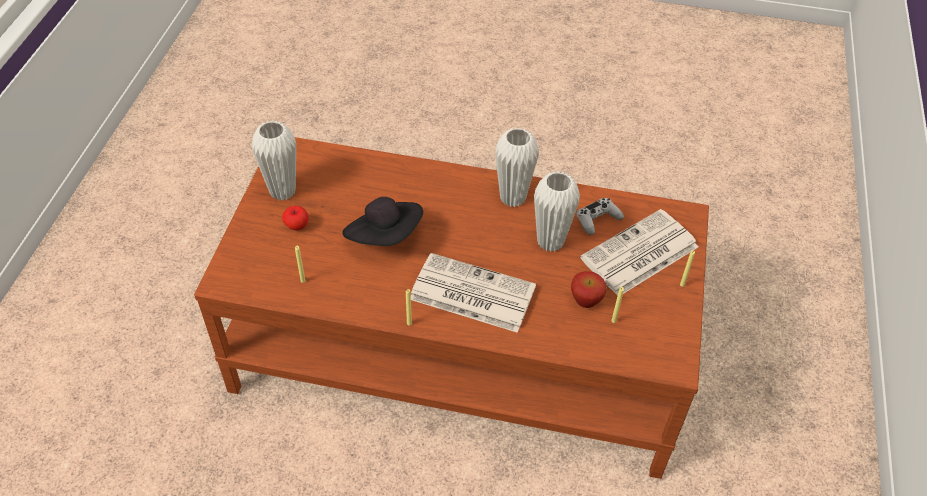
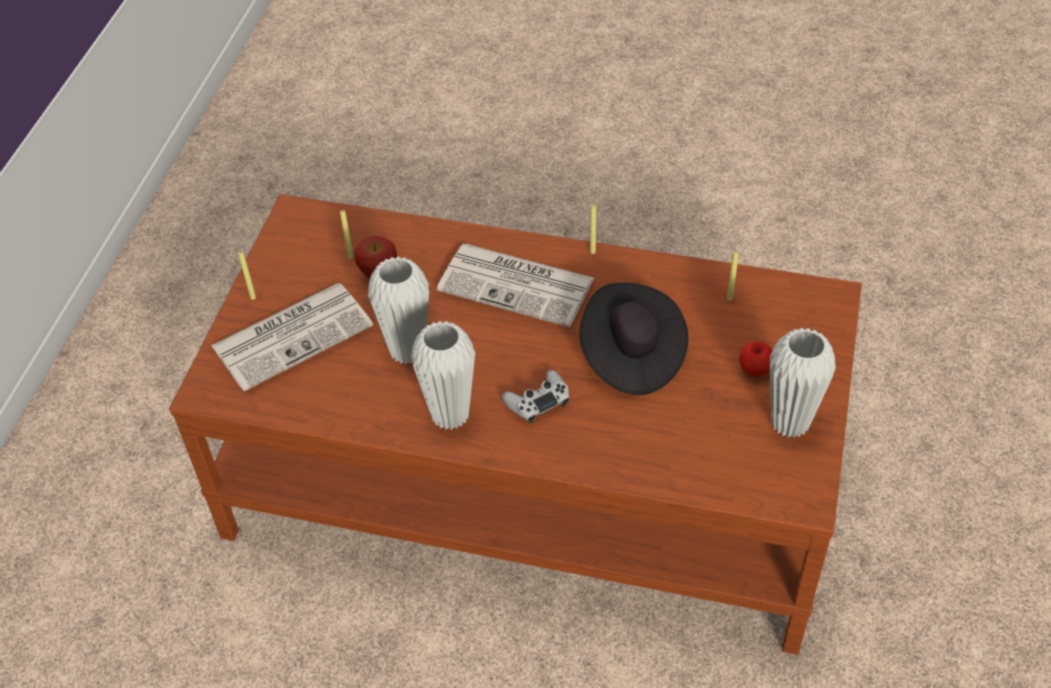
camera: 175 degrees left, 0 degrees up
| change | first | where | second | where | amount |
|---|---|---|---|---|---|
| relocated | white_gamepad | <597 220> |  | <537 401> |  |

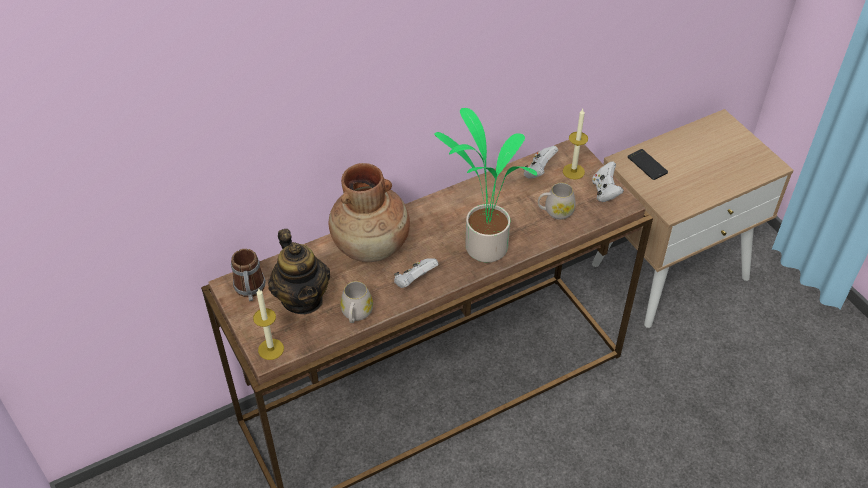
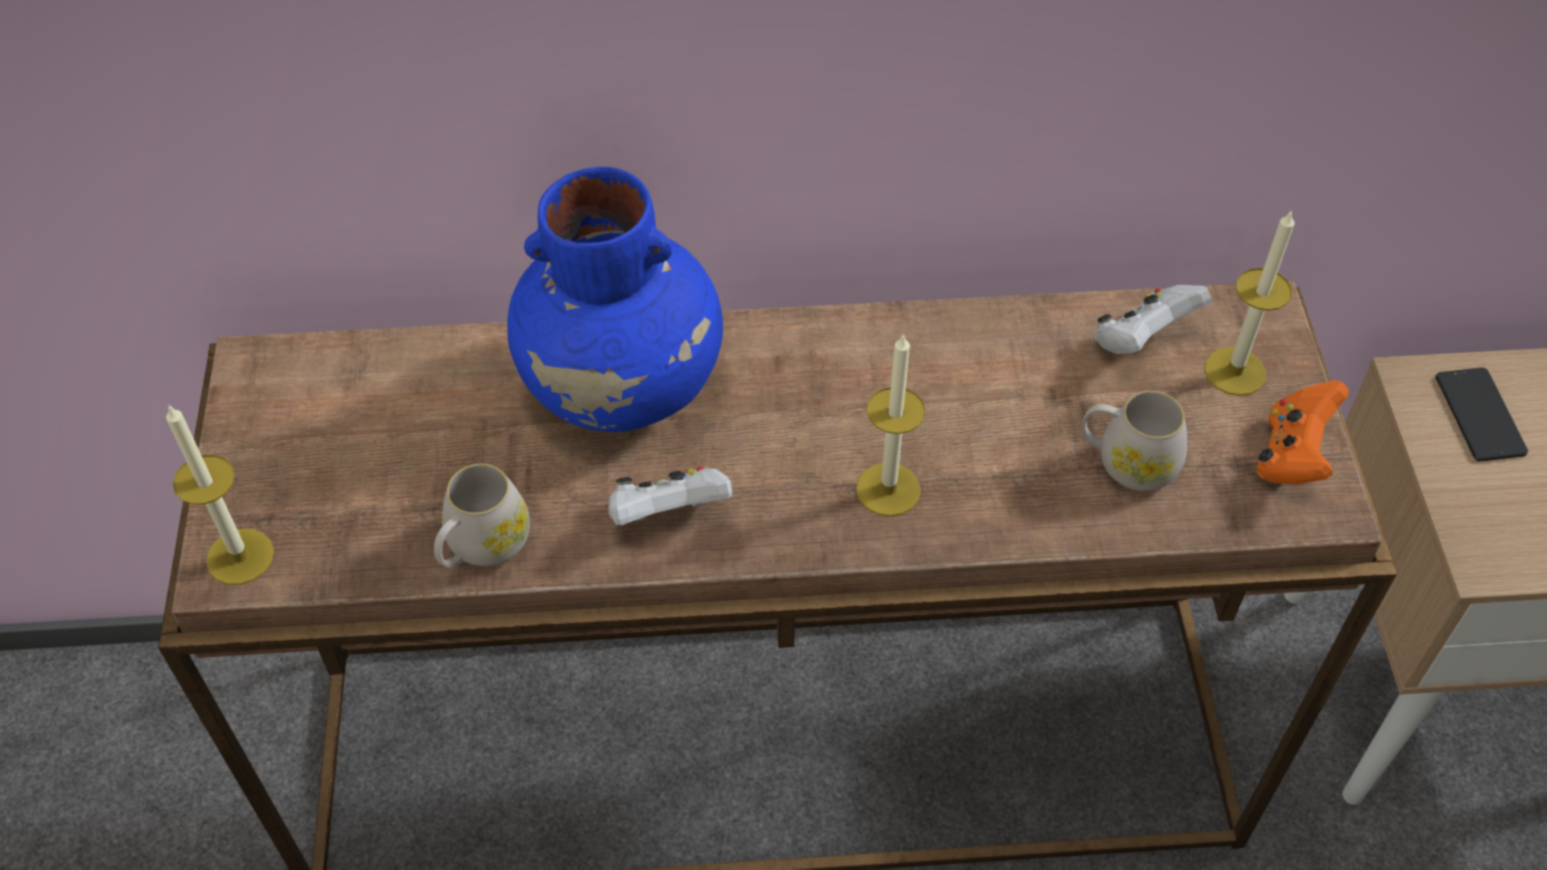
camera: 25 degrees right, 5 degrees up
| change | first | where | second | where | amount |
|---|---|---|---|---|---|
| missing | tea_mug | <250 291> |  |  |  |
| missing | pot_for_tea | <302 298> |  |  |  |
| exchanged | houseplant | <483 247> | wax_light | <888 489> |  |
| colour | brown-coloured_flower_vase | <372 245> | bluish_flower_vase | <623 385> |  |
| colour | white_gamepad | <605 191> | orange-coloured_gamepad | <1292 455> |  |

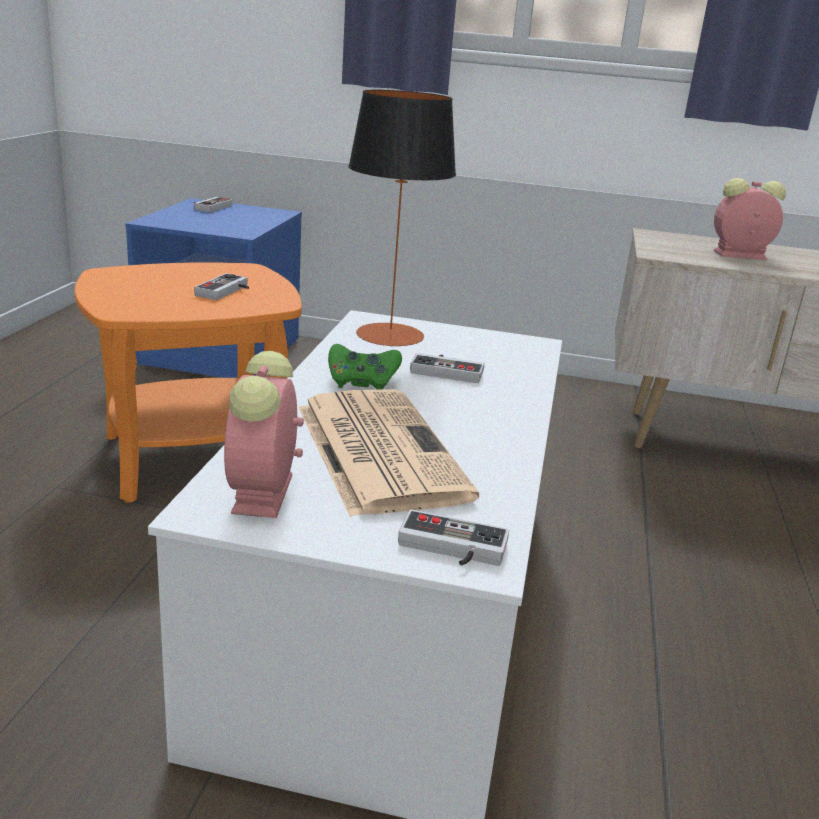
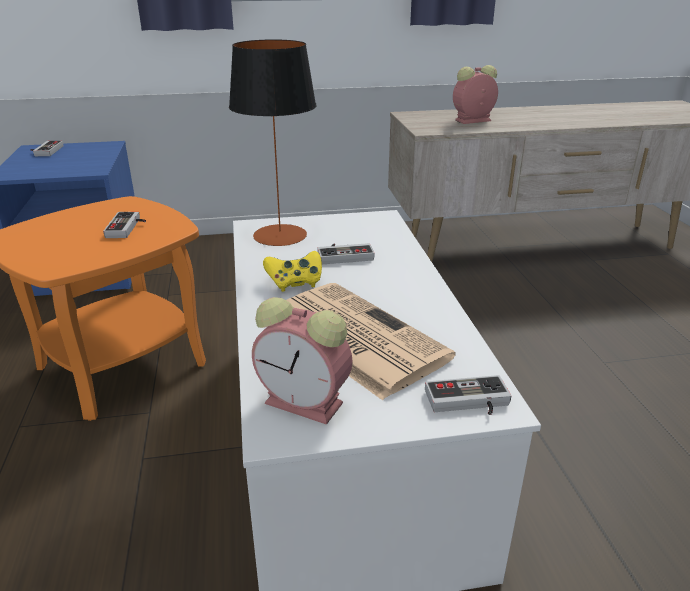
camera: 20 degrees left, 5 degrees up
| change | first | where | second | where | amount |
|---|---|---|---|---|---|
| colour | green-coloured_gamepad | <361 383> | yellow-coloured_gamepad | <295 283> |  |
| spun | table_clock | <263 495> |  | <307 403> | 45 degrees counterclockwise |

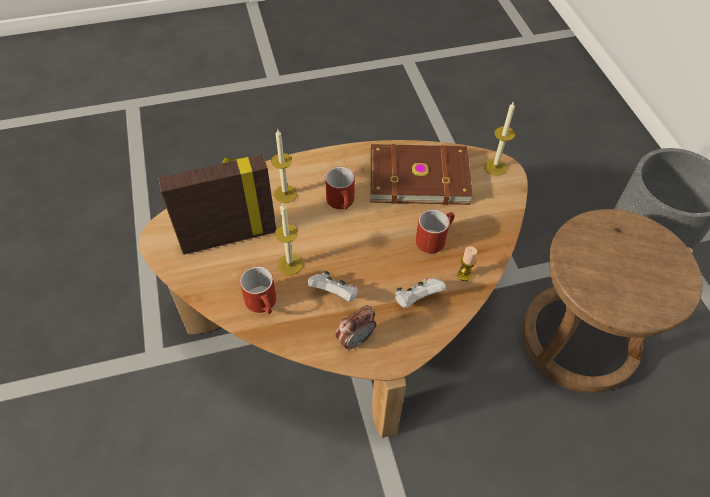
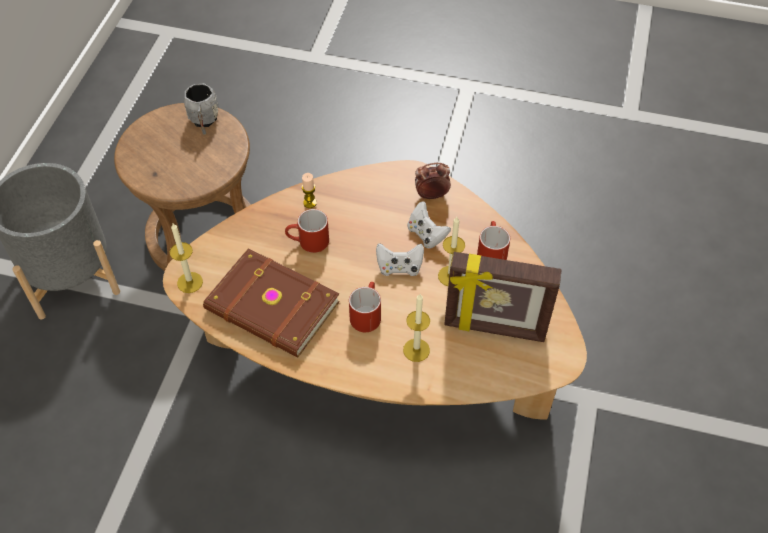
camera: 150 degrees left, 0 degrees up
| change | first | where | second | where | amount |
|---|---|---|---|---|---|
| appeared |  |  | greyish_tea_mug | <204 122> |  |
| relocated | white_gamepad | <416 299> |  | <399 267> |  |

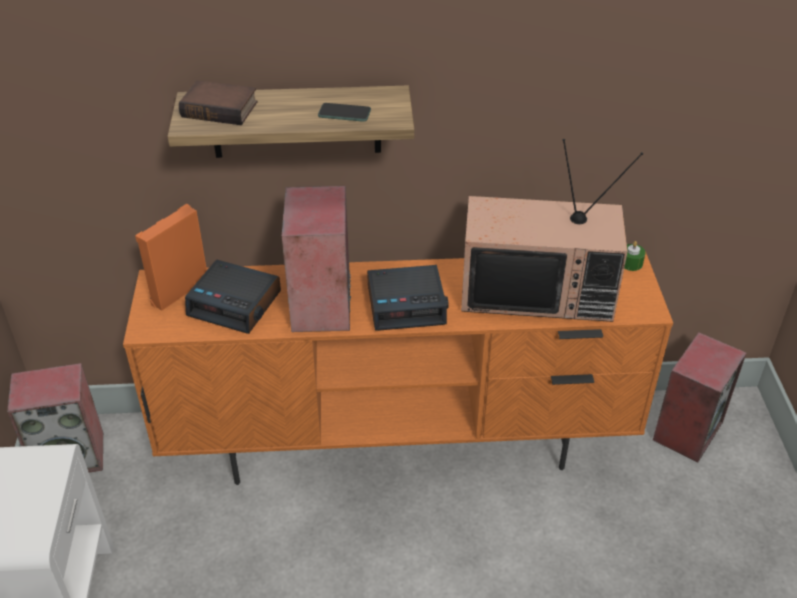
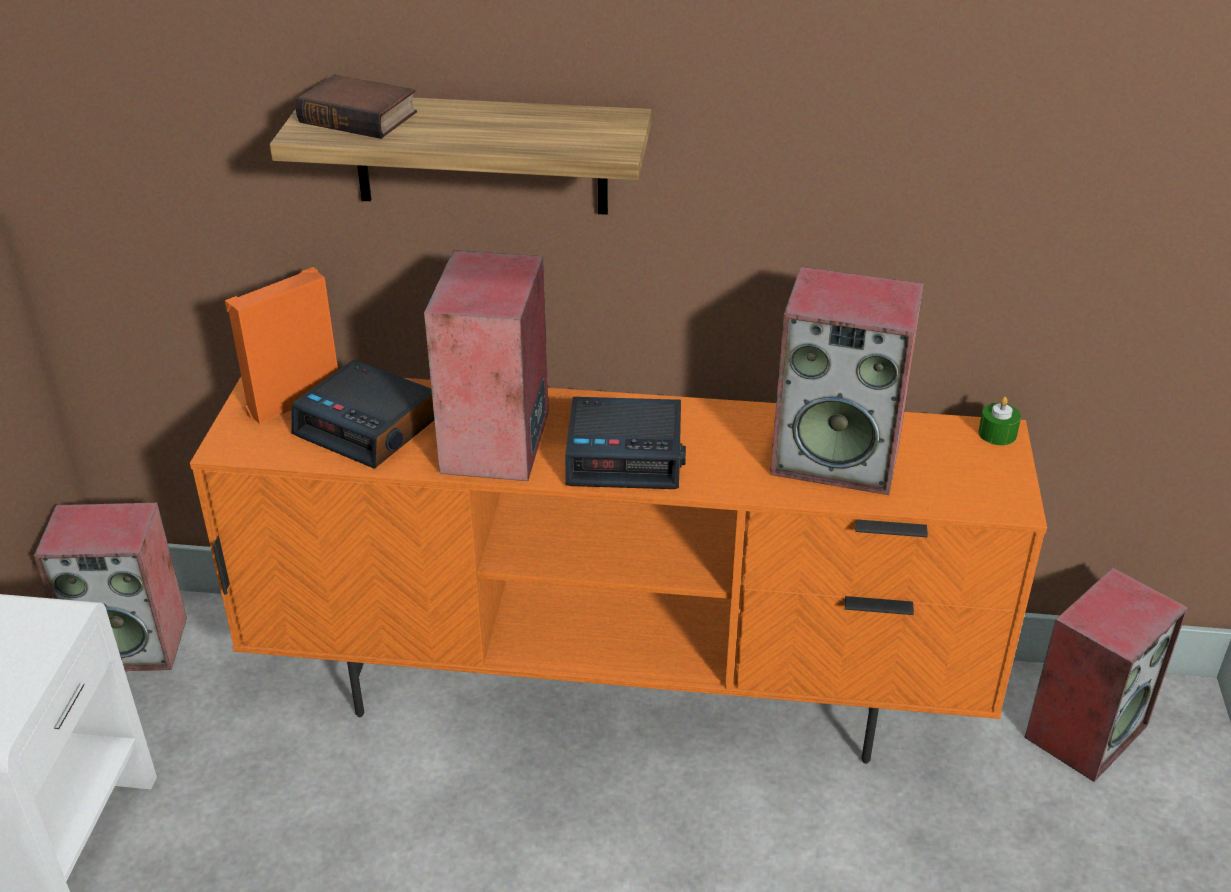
camera: 10 degrees right, 5 degrees down
| change | first | where | second | where | amount |
|---|---|---|---|---|---|
| missing | telephone | <344 113> |  |  |  |
| exchanged | TV_set | <538 290> | audio_speaker | <838 457> |  |

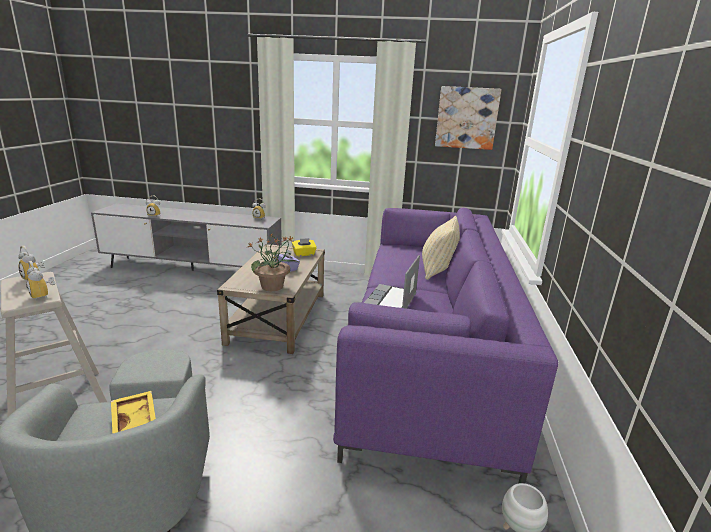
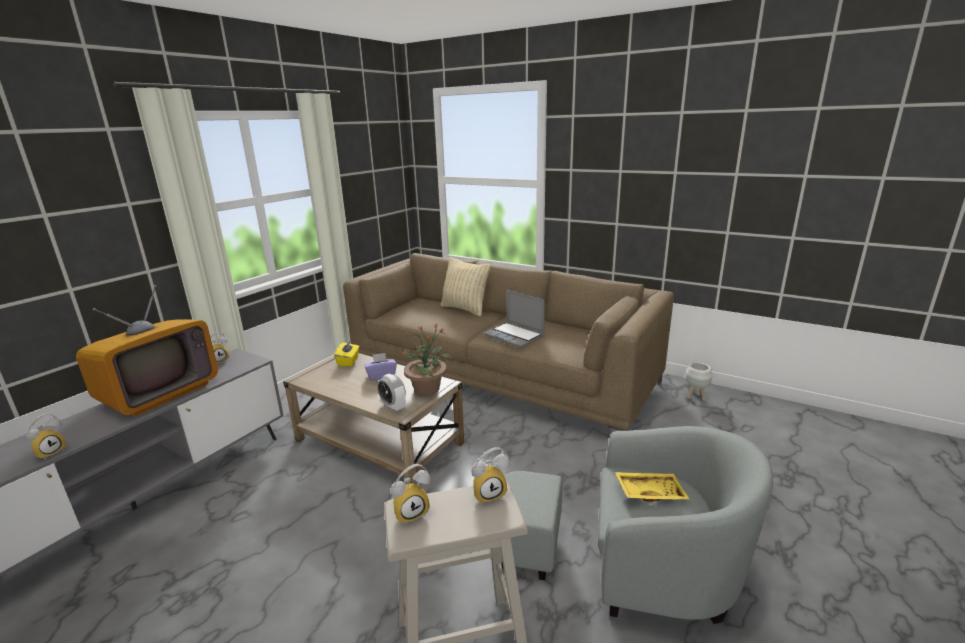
camera: 65 degrees left, 0 degrees up
| change | first | where | second | where | amount |
|---|---|---|---|---|---|
| missing | picture | <466 118> |  |  |  |
| appeared |  |  | TV_set | <159 393> |  |
| appeared |  |  | table_clock | <393 407> |  |
| colour | purple-coloured_settee | <427 349> | brown-coloured_settee | <499 374> |  |

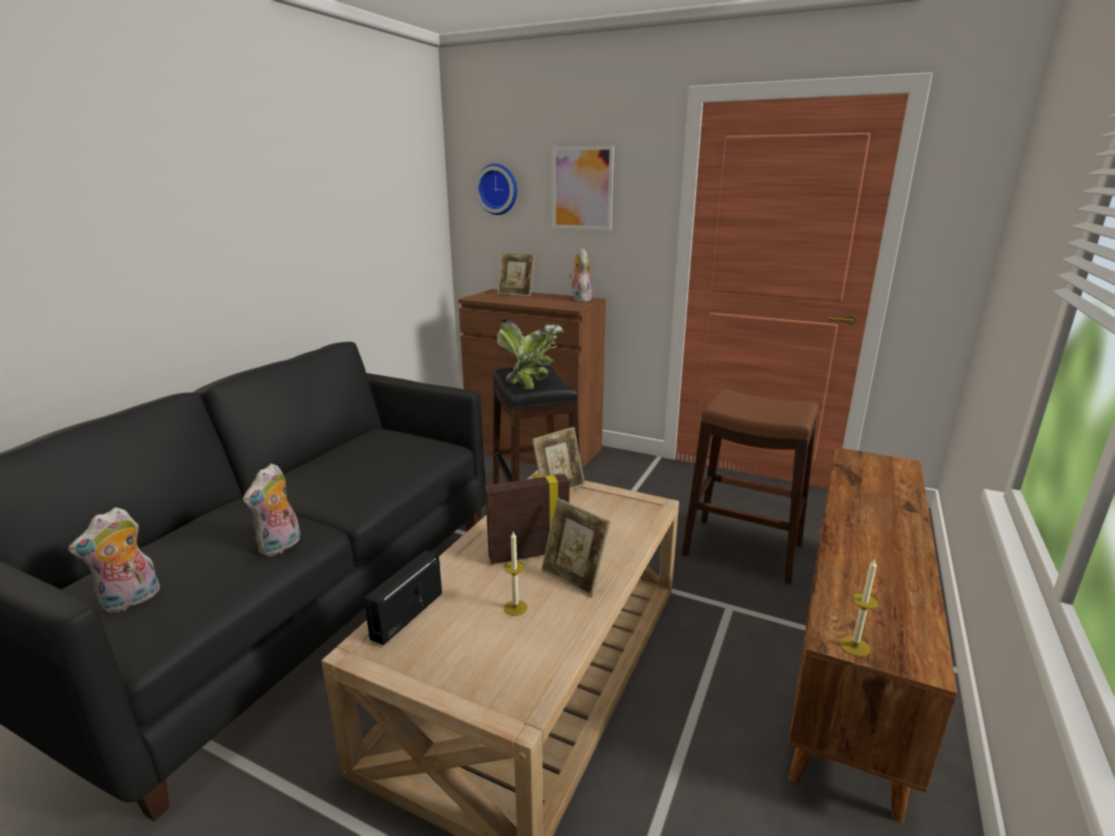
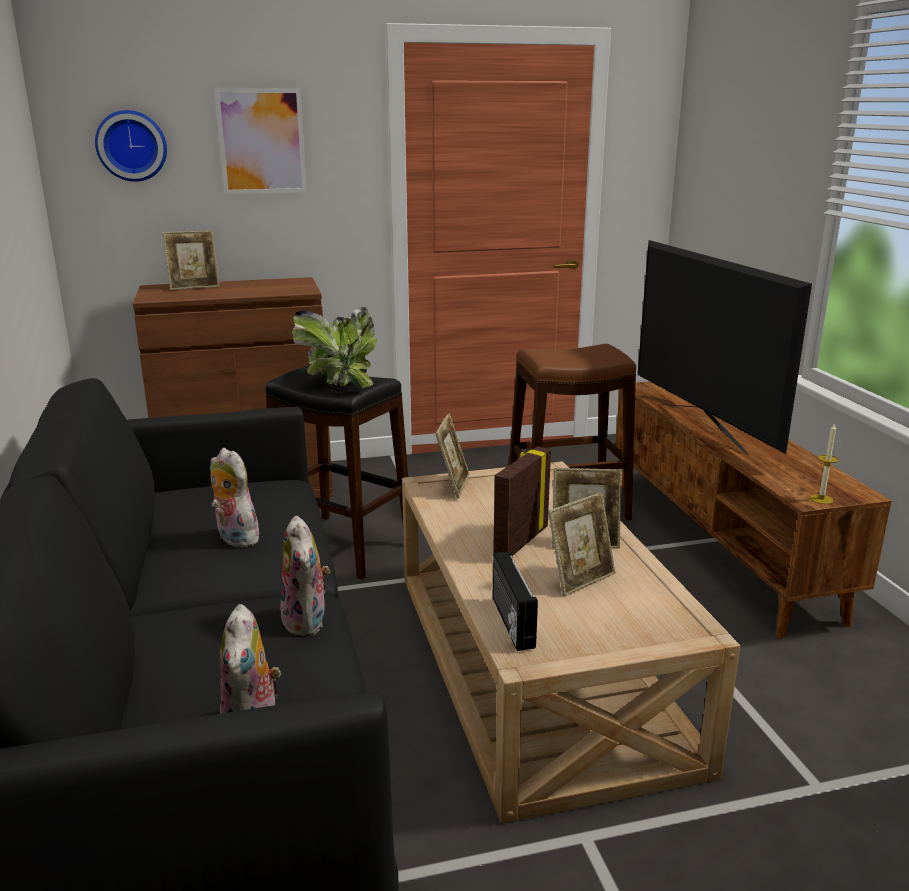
camera: 40 degrees left, 0 degrees up
| change | first | where | second | where | amount |
|---|---|---|---|---|---|
| appeared |  |  | TV_set | <702 427> |  |
| relocated | soft_toy | <580 299> |  | <234 538> |  |
| exchanged | wax_light | <515 608> | photo_frame | <580 579> |  |

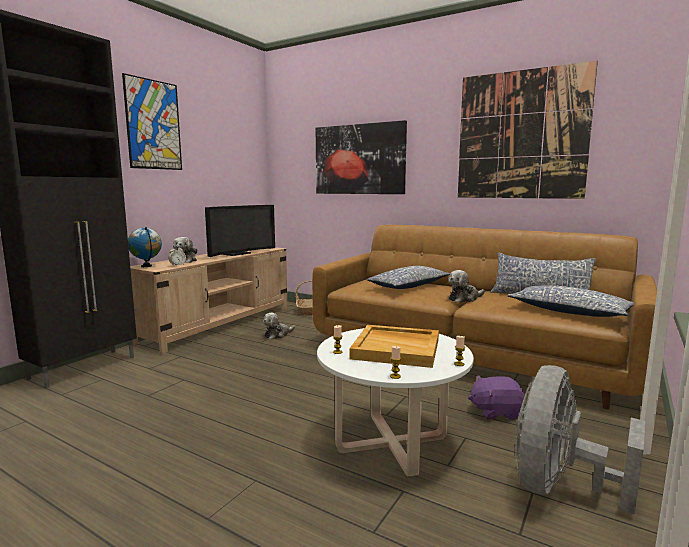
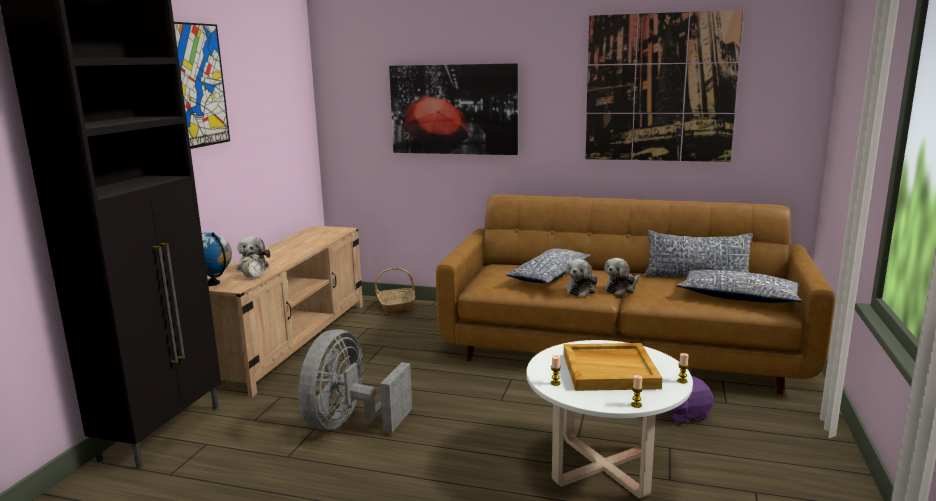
camera: 15 degrees left, 5 degrees up
| change | first | where | second | where | amount |
|---|---|---|---|---|---|
| missing | TV_set | <237 254> |  |  |  |
| relocated | soft_toy | <278 335> |  | <582 290> |  |
| relocated | greyish_cooling_fan | <559 487> |  | <349 423> |  |

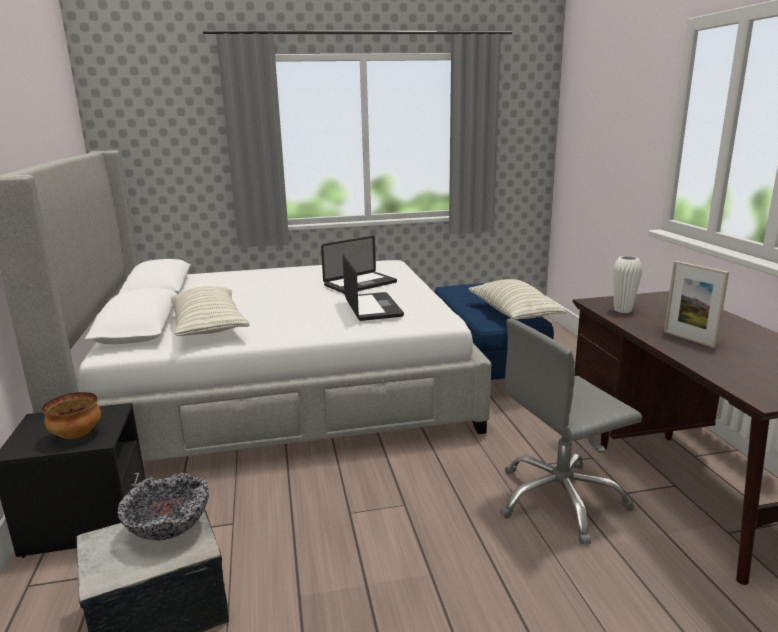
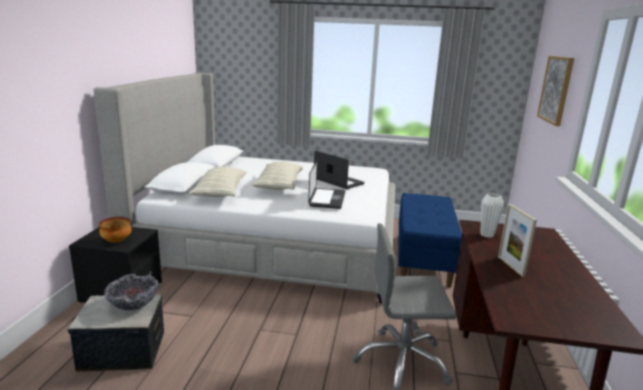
camera: 20 degrees right, 0 degrees up
| change | first | where | second | where | amount |
|---|---|---|---|---|---|
| appeared |  |  | picture | <556 89> |  |
| relocated | pillow | <513 313> |  | <279 186> |  |
| spun | notebook_computer | <360 284> |  | <338 181> | 120 degrees counterclockwise |

